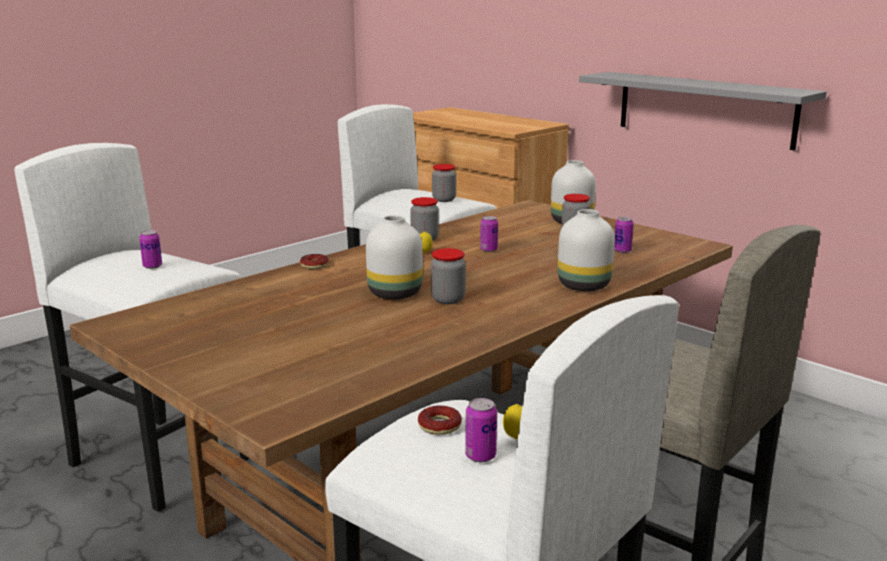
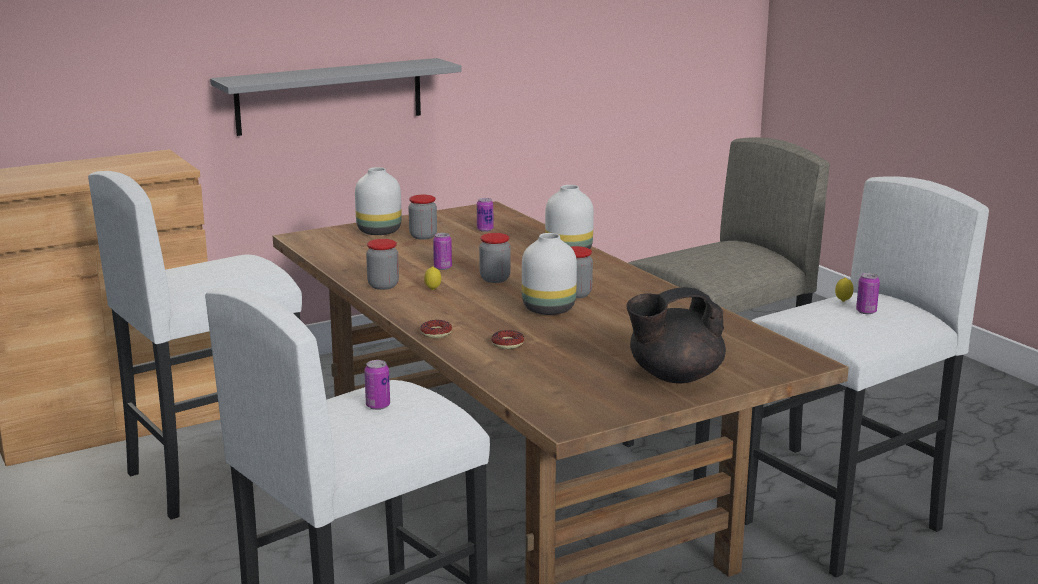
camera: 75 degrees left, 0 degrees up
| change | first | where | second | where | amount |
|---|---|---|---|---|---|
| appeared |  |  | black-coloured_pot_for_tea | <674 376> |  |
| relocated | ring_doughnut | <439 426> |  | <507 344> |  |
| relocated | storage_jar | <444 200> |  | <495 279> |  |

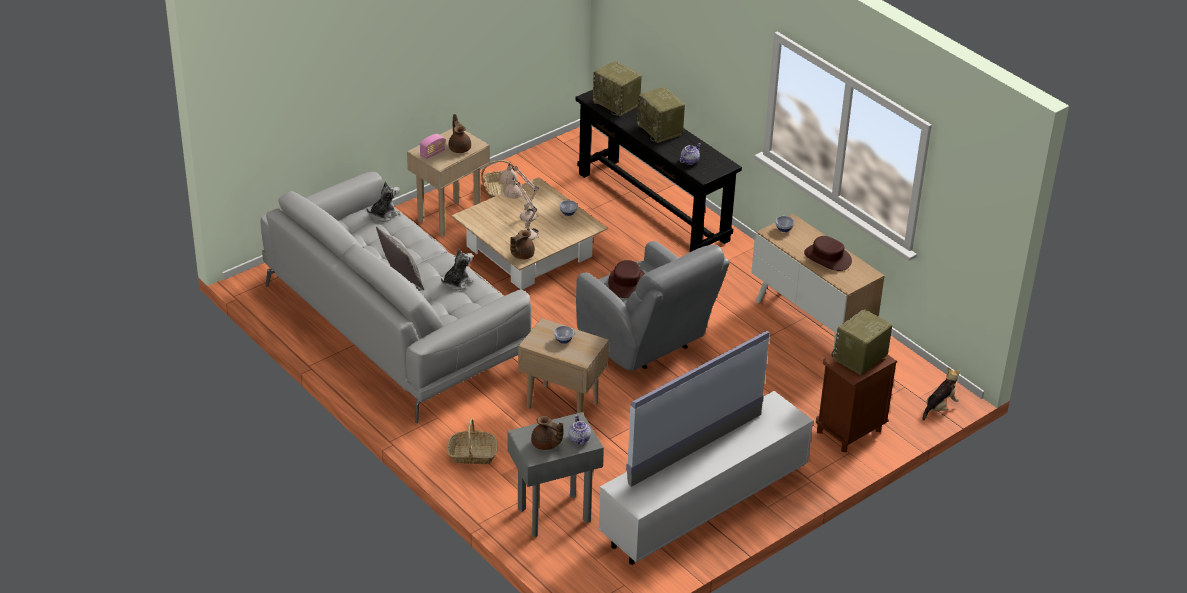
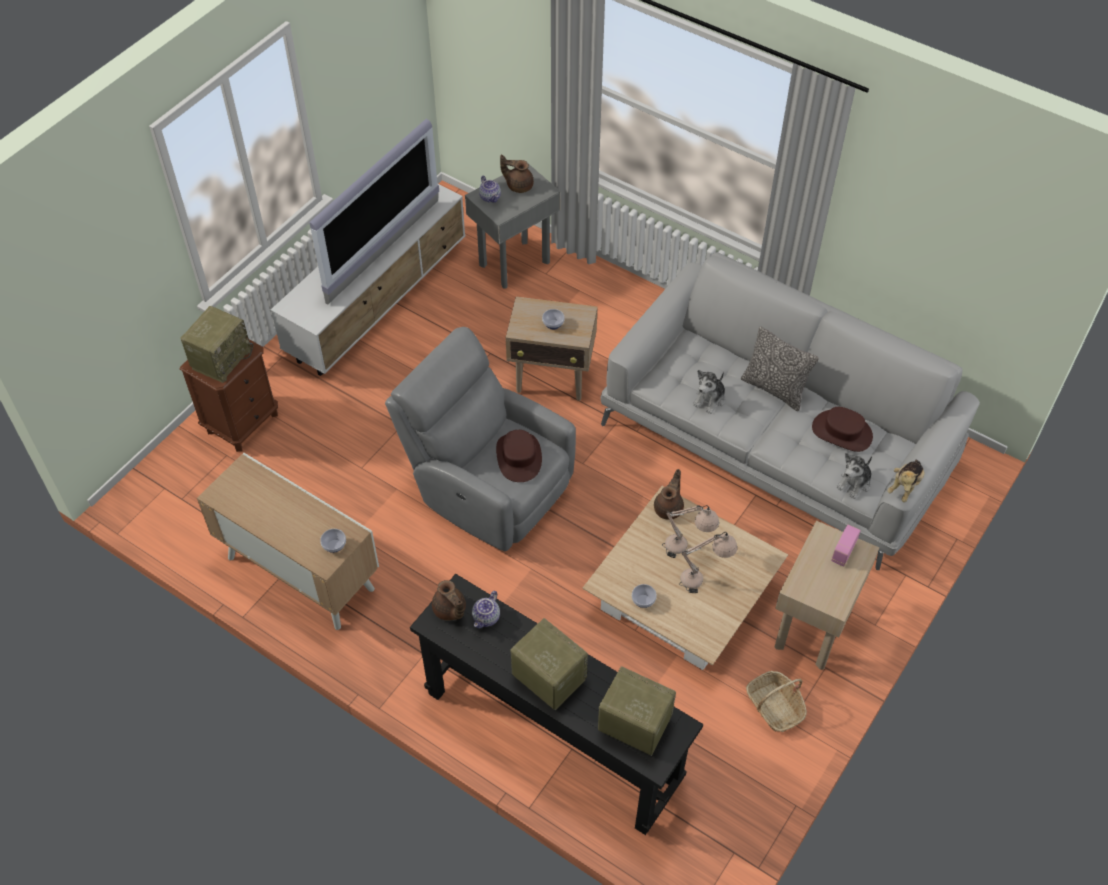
camera: 165 degrees right, 15 degrees up
| change | first | where | second | where | amount |
|---|---|---|---|---|---|
| missing | household_basket | <472 454> |  |  |  |
| relocated | brown-coloured_pot_for_tea | <459 148> |  | <450 610> |  |
| relocated | brown-coloured_clothing_hat | <827 258> |  | <842 432> |  |
| relocated | soft_toy | <939 407> |  | <905 486> |  |

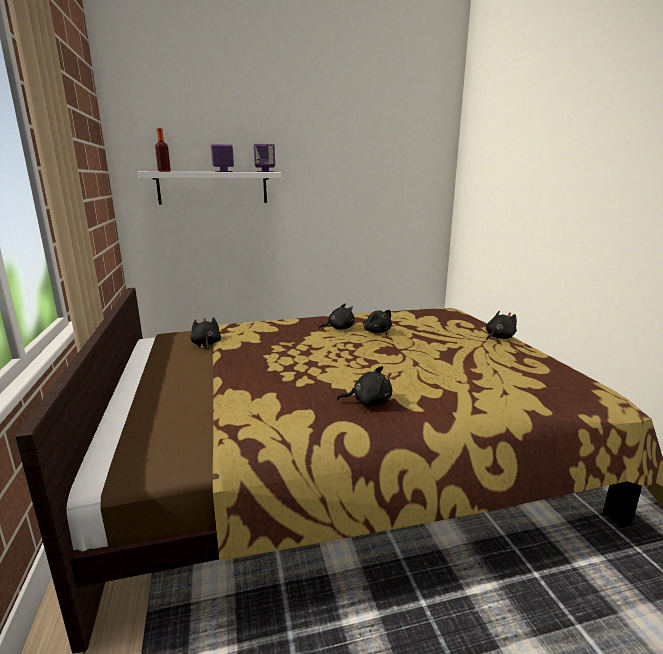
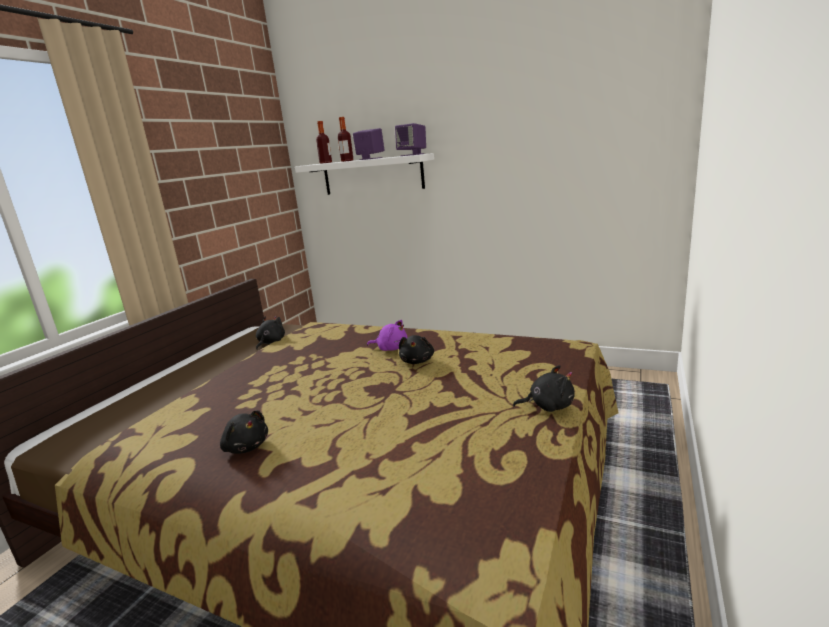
camera: 40 degrees right, 0 degrees up
| change | first | where | second | where | amount |
|---|---|---|---|---|---|
| appeared |  |  | beverage_bottle | <347 161> |  |
| colour | black-coloured_soft_toy | <339 328> | purple-coloured_soft_toy | <391 348> |  |

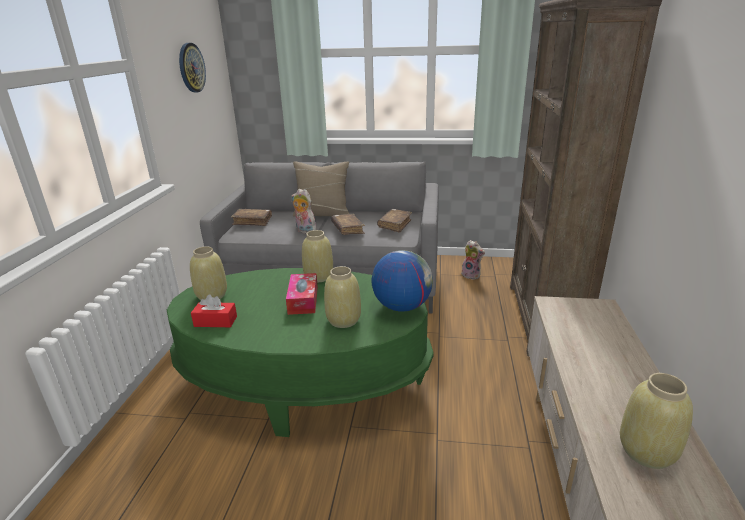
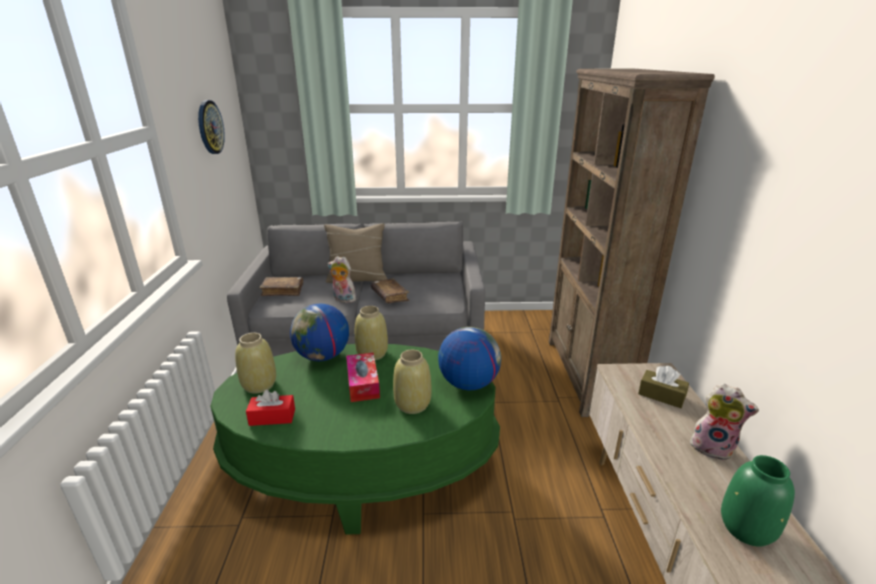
camera: 10 degrees left, 0 degrees up
| change | first | where | second | where | amount |
|---|---|---|---|---|---|
| missing | brown-coloured_volume | <395 225> |  |  |  |
| appeared |  |  | world_globe | <322 356> |  |
| appeared |  |  | brown-coloured_box_of_tissues | <661 395> |  |
| relocated | soft_toy | <472 275> |  | <713 447> |  |
| colour | beige_flower_vase | <646 452> | green-coloured_flower_vase | <746 529> |  |

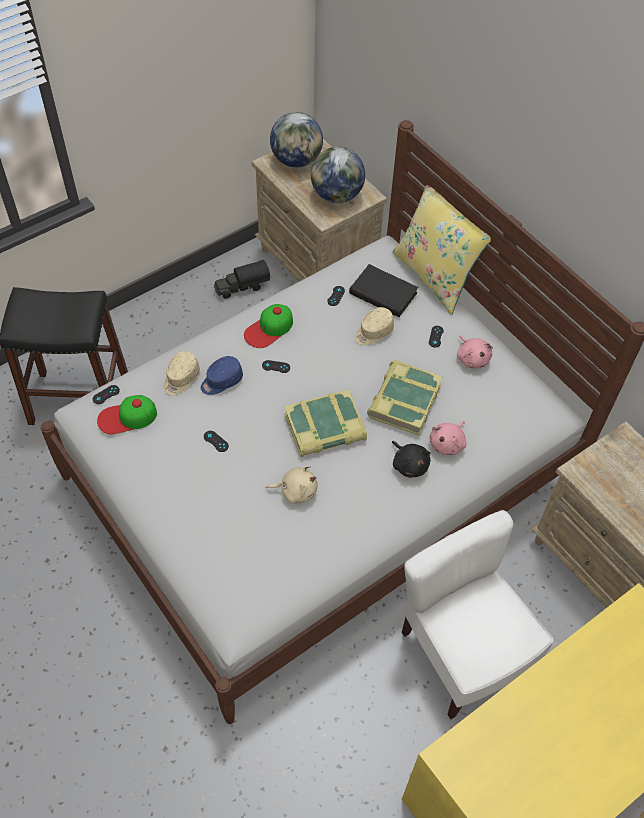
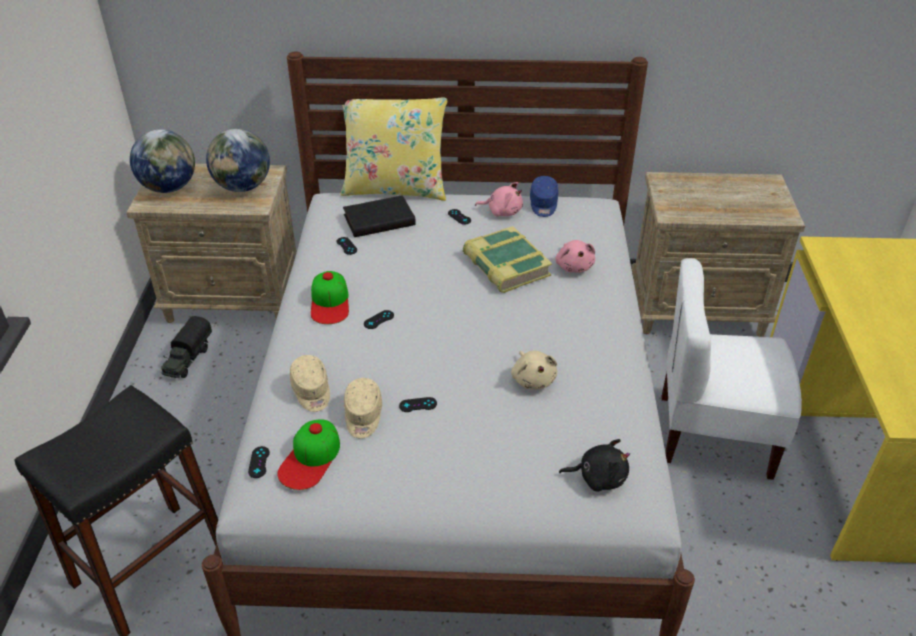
camera: 50 degrees left, 15 degrees down
| change | first | where | second | where | amount |
|---|---|---|---|---|---|
| missing | volume | <325 429> |  |  |  |
| relocated | bluish_peaked_cap | <221 381> |  | <543 204> |  |
| relocated | beige_peaked_cap | <373 332> |  | <363 416> |  |
| relocated | black-coloured_soft_toy | <409 464> |  | <598 477> |  |
| spun | beige_soft_toy | <296 490> |  | <533 379> | 120 degrees clockwise |

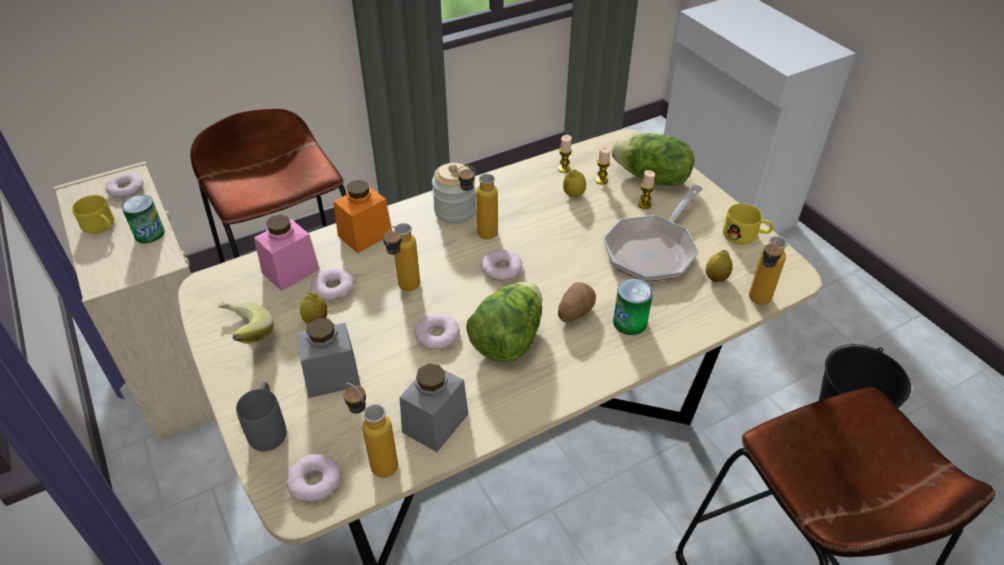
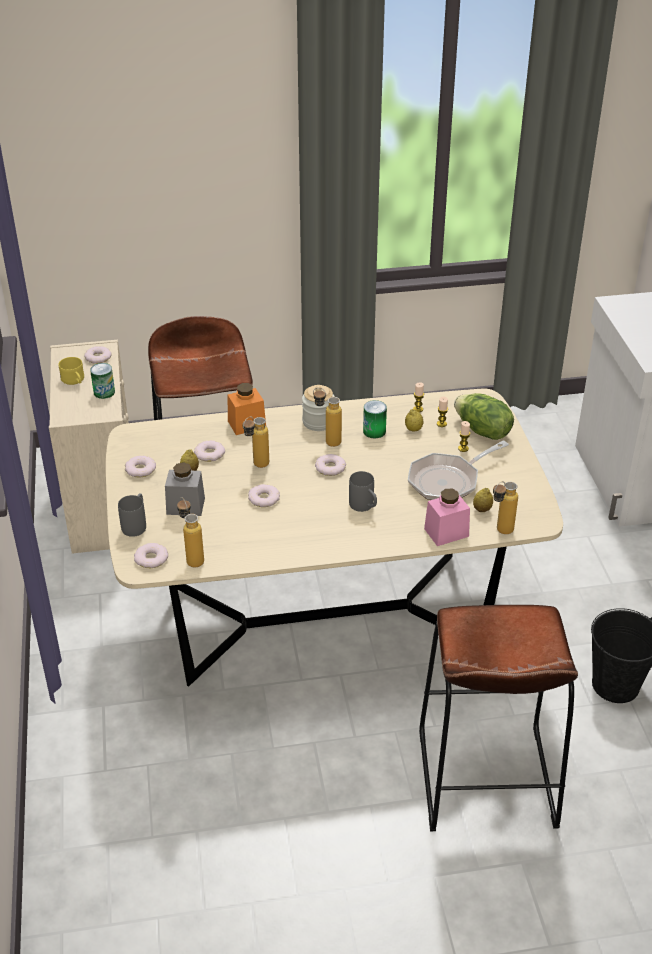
camera: 20 degrees right, 5 degrees down
| change | first | where | second | where | amount |
|---|---|---|---|---|---|
| missing | greyish_storage_jar | <435 423> |  |  |  |
| missing | lettuce | <508 339> |  |  |  |
| missing | yellow-coloured_tea_mug | <745 236> |  |  |  |
| relocated | pink-coloured_storage_jar | <290 271> |  | <446 532> |  |
| relocated | metal_can | <629 322> |  | <374 431> |  |
| exchanged | banana_fruit | <243 336> | ring_doughnut | <140 469> |  |
| exchanged | potato | <574 312> | greyish_tea_mug | <364 507> |  |

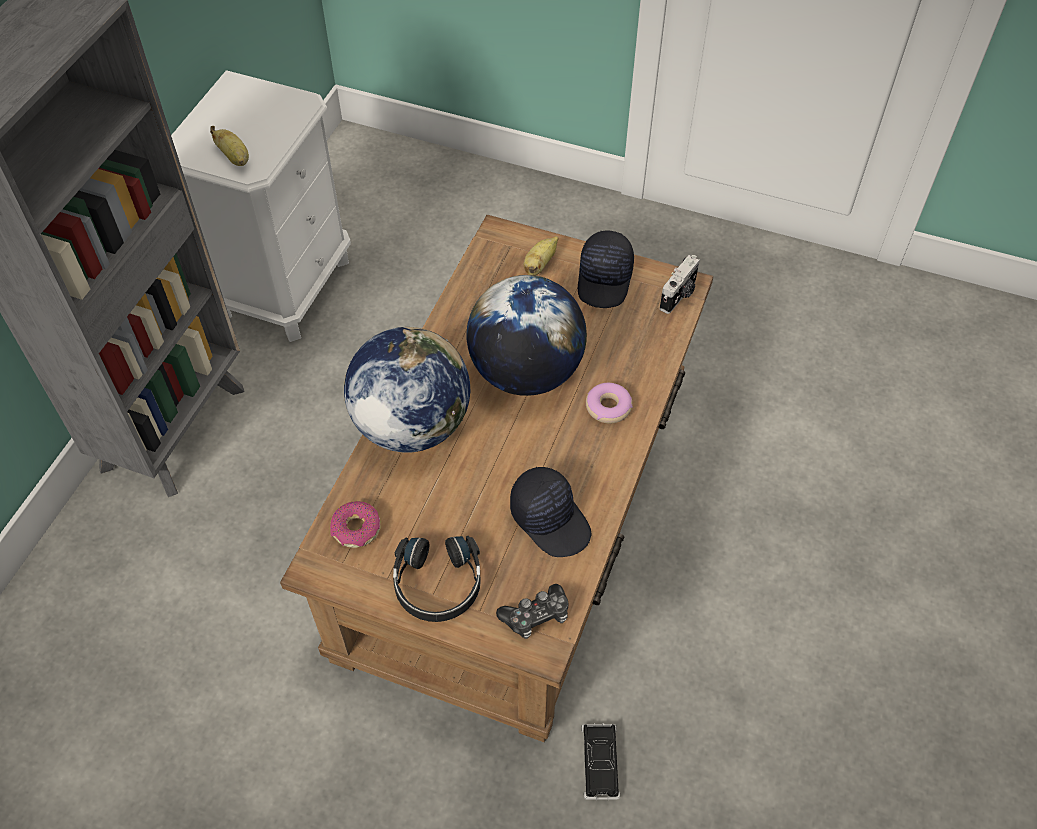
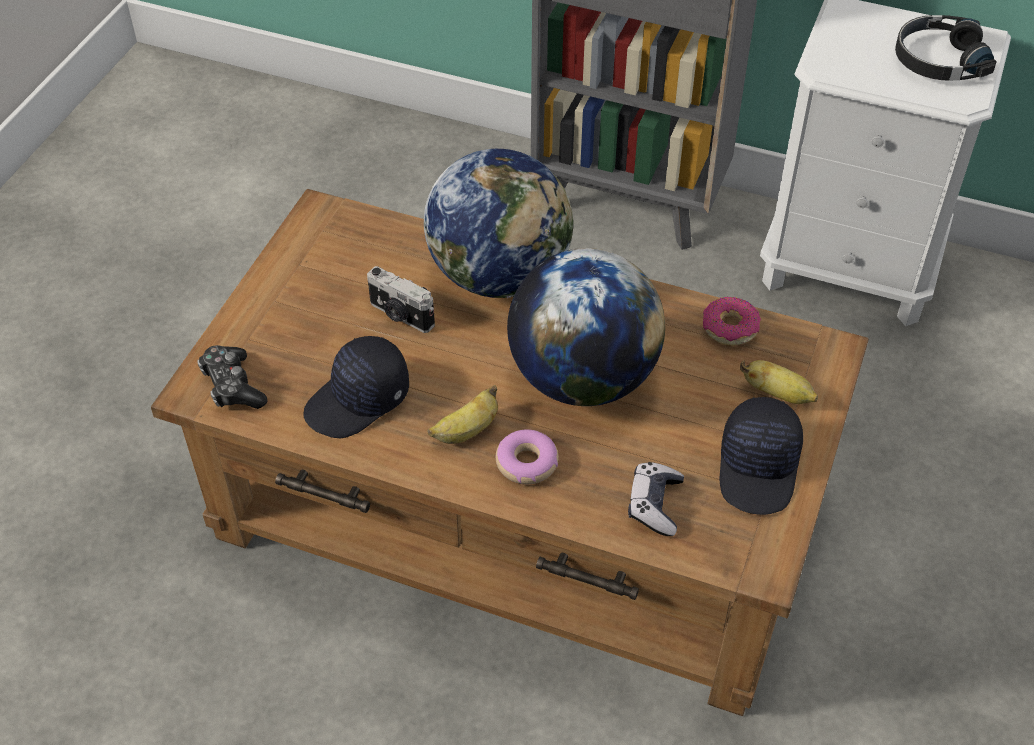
camera: 90 degrees right, 5 degrees down
| change | first | where | second | where | amount |
|---|---|---|---|---|---|
| missing | black-coloured_toy_car | <600 763> |  |  |  |
| appeared |  |  | gamepad | <654 504> |  |
| relocated | banana_fruit | <234 158> |  | <466 431> |  |
| relocated | ring_doughnut | <356 529> |  | <729 328> |  |
| relocated | black-coloured_pair_of_headphones | <438 585> |  | <938 60> |  |
| relocated | photo_camera | <679 295> |  | <400 315> |  |
| spun | black-coloured_peaked_cap | <605 280> |  | <759 468> | 90 degrees counterclockwise |

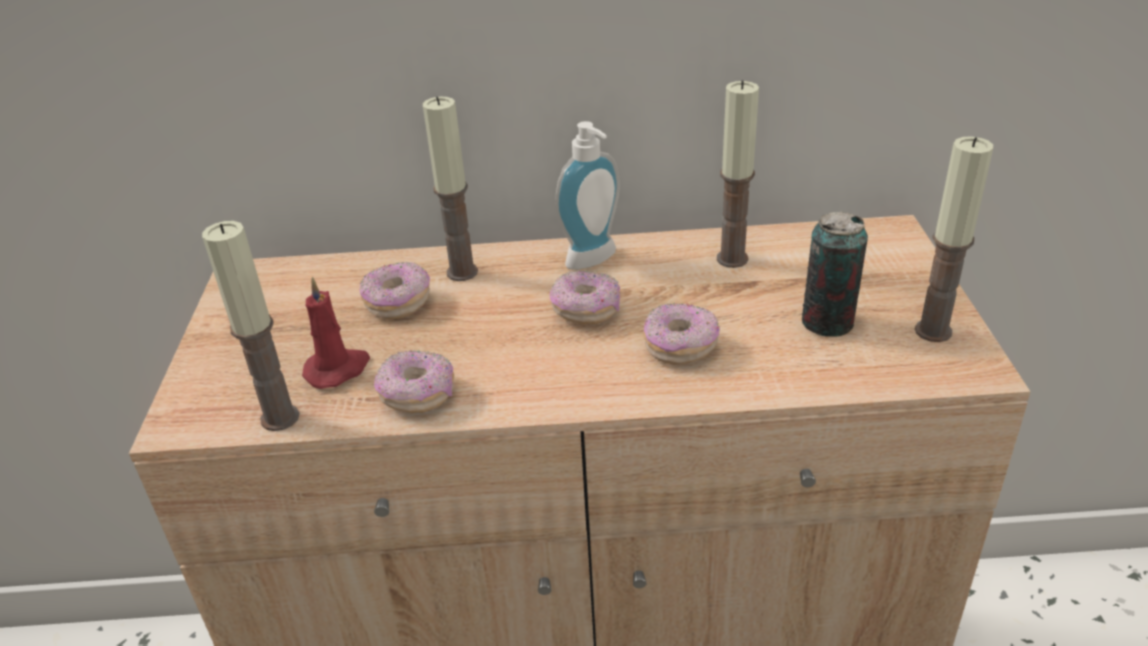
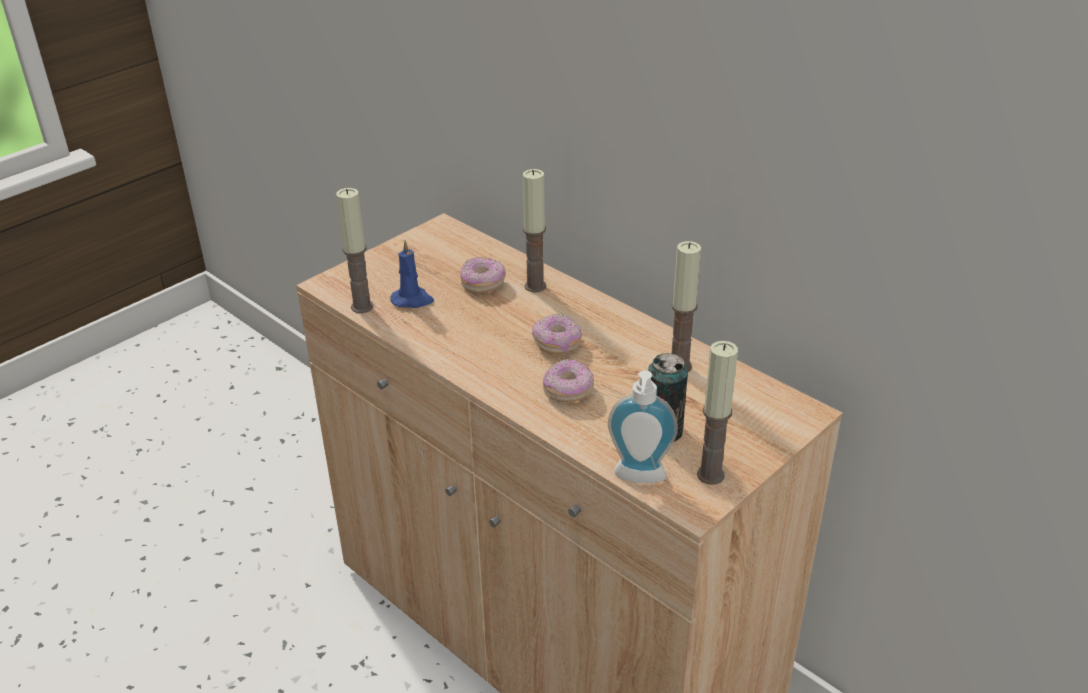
camera: 45 degrees right, 0 degrees up
| change | first | where | second | where | amount |
|---|---|---|---|---|---|
| missing | ring_doughnut | <417 396> |  |  |  |
| relocated | soap_dispenser | <595 261> |  | <639 479> |  |
| colour | red-coloured_wax_light | <338 369> | bluish_wax_light | <412 300> |  |

